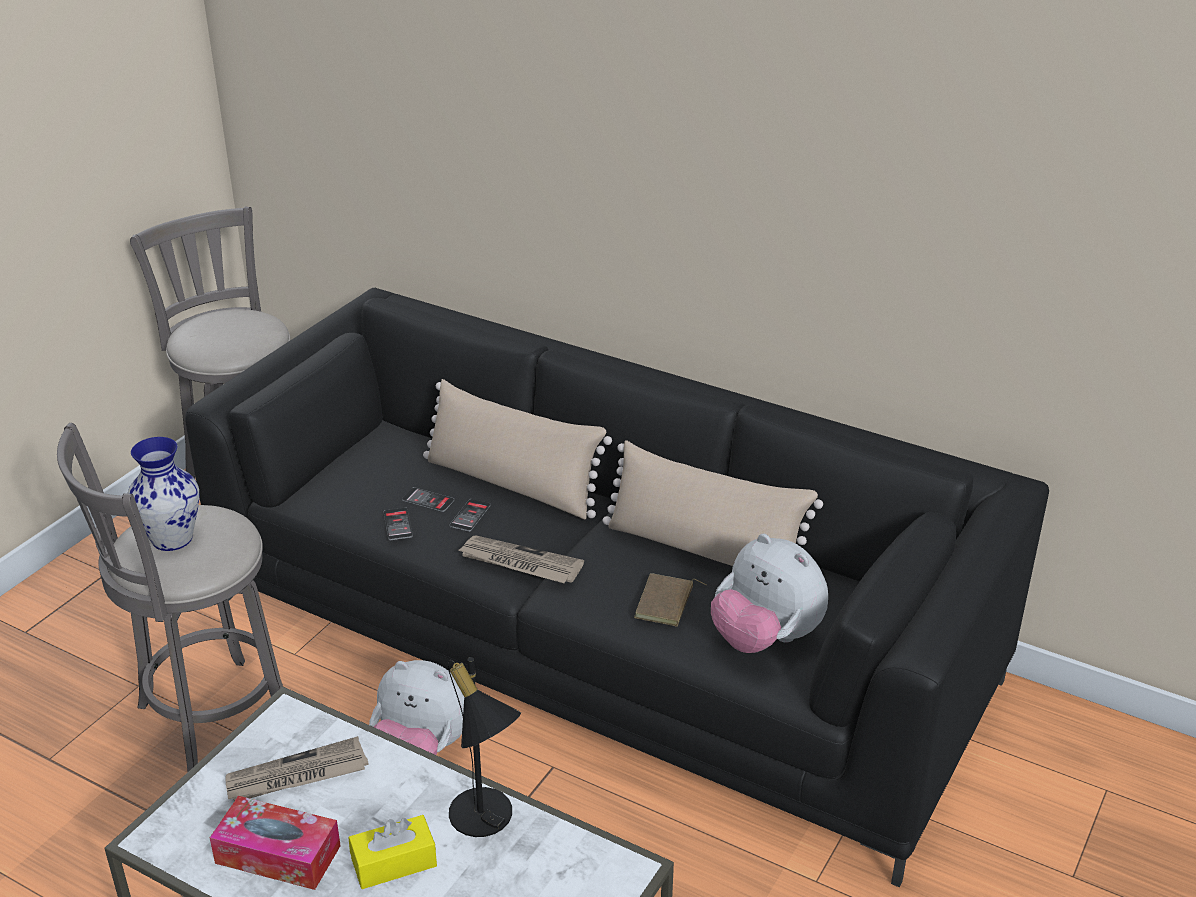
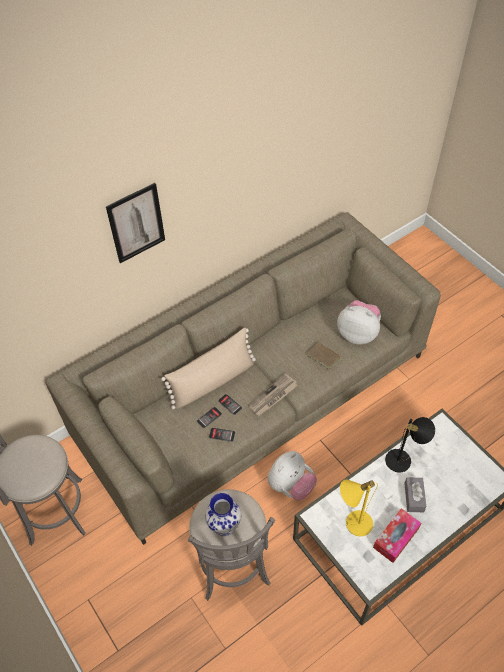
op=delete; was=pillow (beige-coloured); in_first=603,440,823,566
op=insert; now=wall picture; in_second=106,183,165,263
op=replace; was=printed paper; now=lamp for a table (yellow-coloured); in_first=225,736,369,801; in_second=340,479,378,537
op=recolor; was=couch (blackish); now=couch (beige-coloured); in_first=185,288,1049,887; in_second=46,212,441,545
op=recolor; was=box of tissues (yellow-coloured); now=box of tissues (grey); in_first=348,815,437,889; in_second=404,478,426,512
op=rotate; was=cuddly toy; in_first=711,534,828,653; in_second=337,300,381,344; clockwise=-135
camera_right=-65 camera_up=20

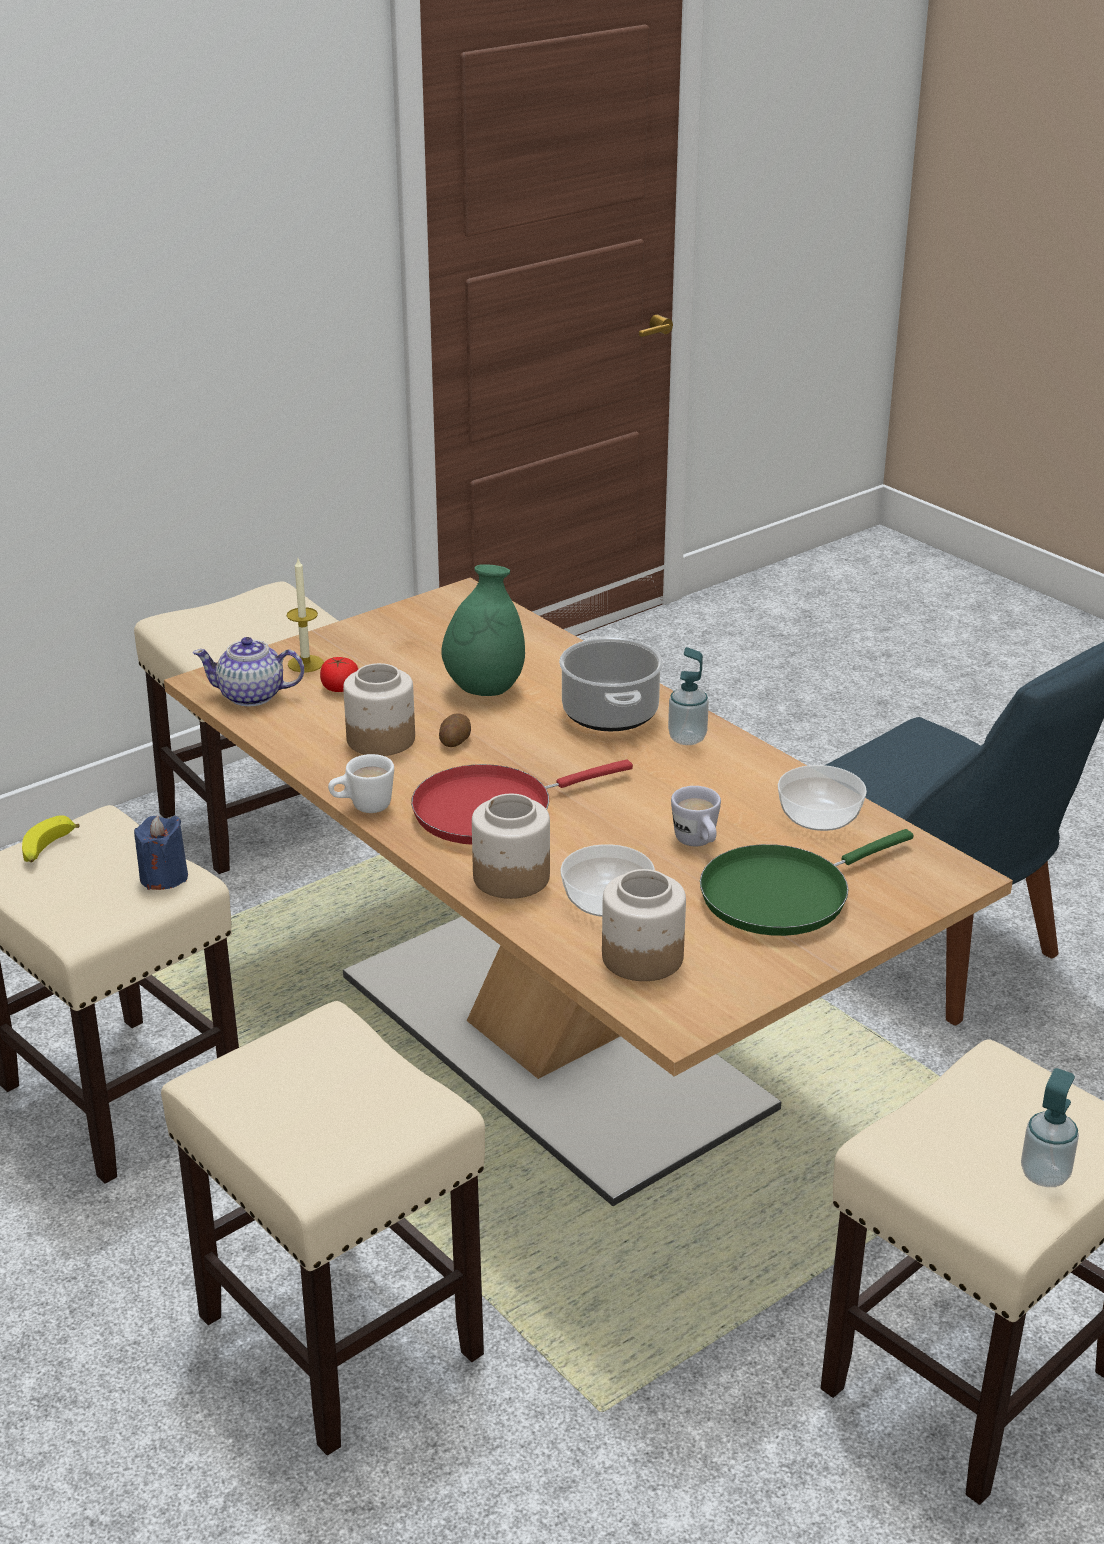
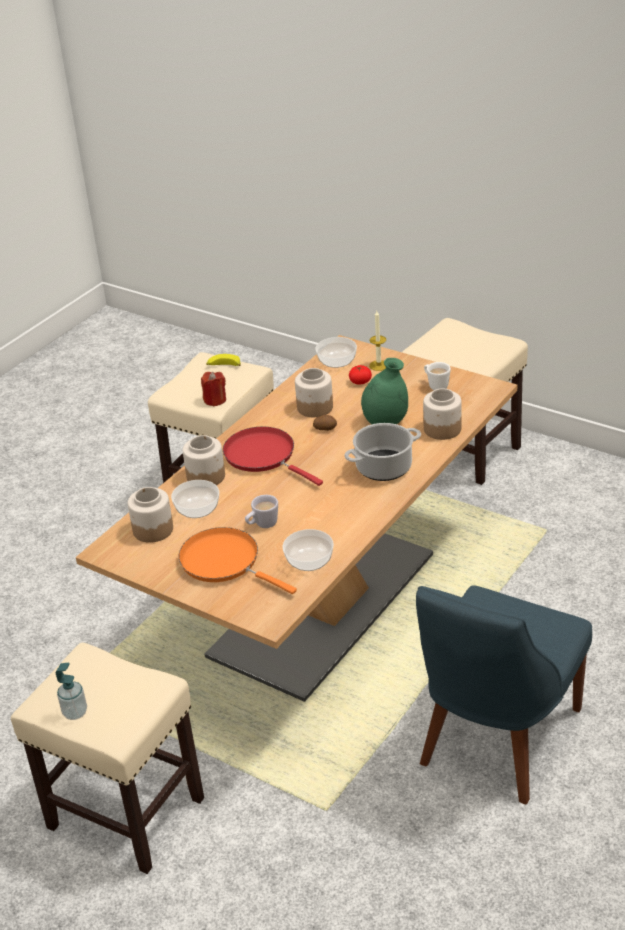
op=delete; was=stool (beige-coloured); in_first=161,1001,485,1456
op=delete; was=liquid soap bottle; in_first=668,647,709,745
op=insert; now=jar; in_second=423,388,462,440
op=move; was=tea mug (whitish); in_first=328,754,394,813; in_second=424,362,451,390
op=replace; was=pot for tea; now=bowl; in_first=193,637,304,707; in_second=315,337,357,368
op=recolor; was=candle (bluish); now=candle (red-coloured); in_first=134,816,188,890; in_second=201,372,226,406
op=recolor; was=frying pan (green-coloured); now=frying pan (orange); in_first=700,829,913,936; in_second=179,527,297,594
camera_right=75 camera_up=5

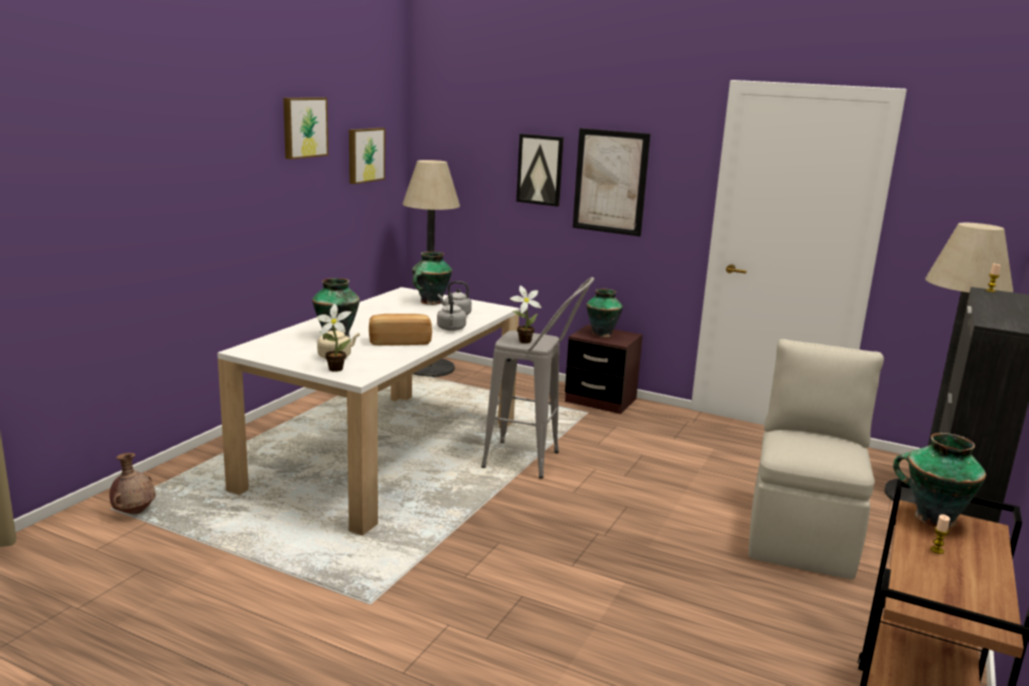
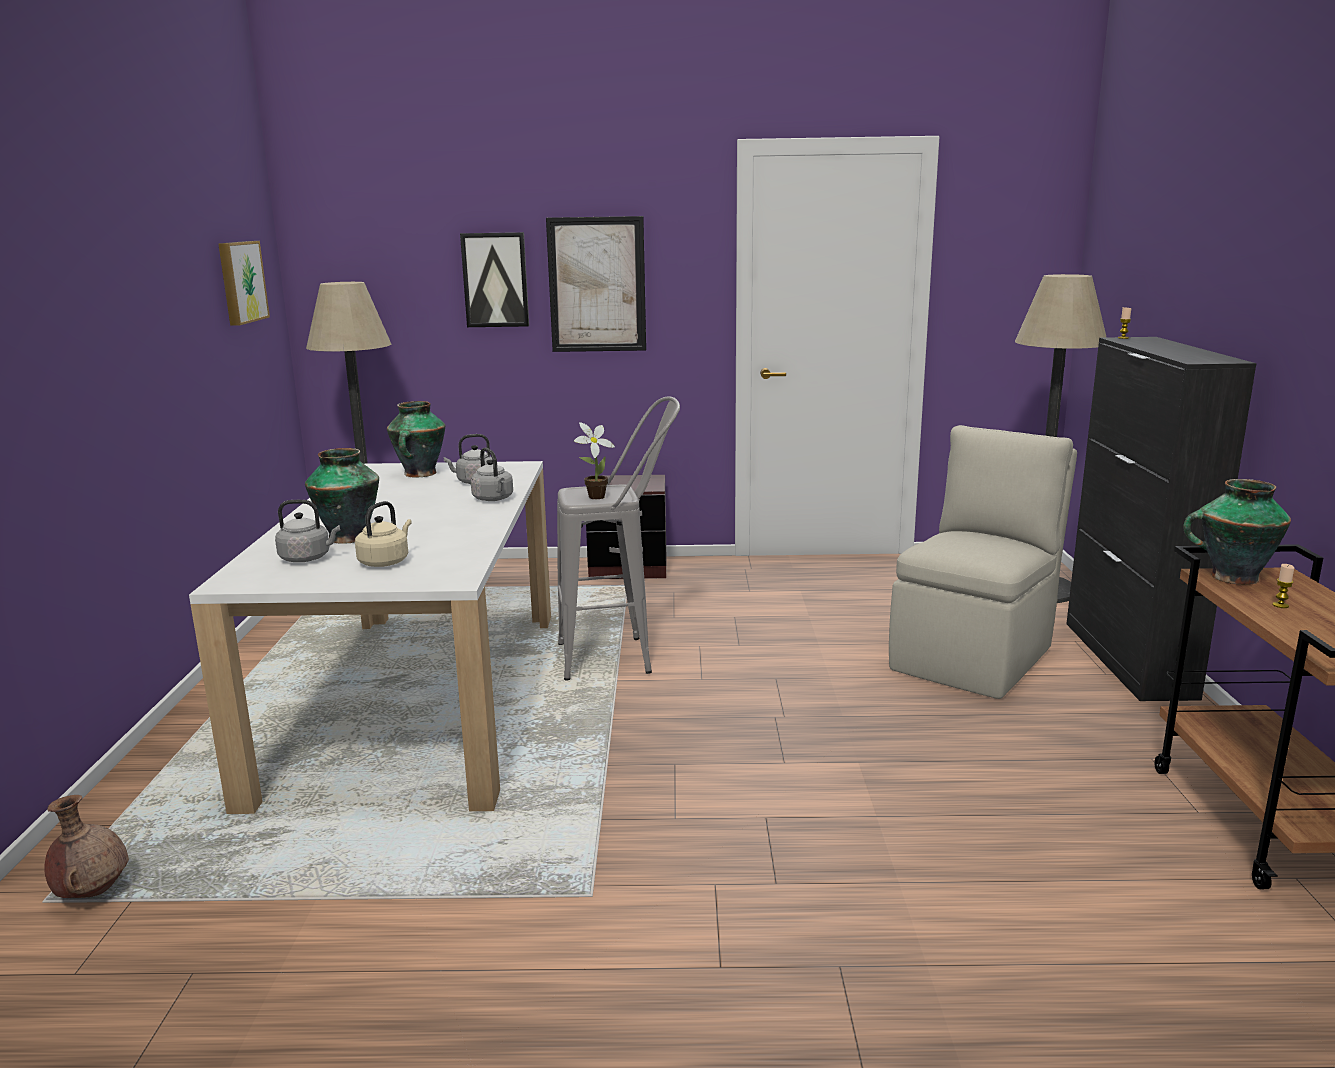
op=delete; was=wall picture; in_first=283,97,328,159
op=delete; was=houseplant; in_first=317,304,351,372
op=delete; was=bread; in_first=369,314,432,346
op=delete; was=flower vase; in_first=586,289,623,338
op=insert; now=kettle (grey); in_second=275,500,340,562
op=rotate; was=upright chair (beige-coloured); in_first=749,339,884,579; in_second=889,425,1077,699; clockwise=45
camera_right=-25 camera_up=0

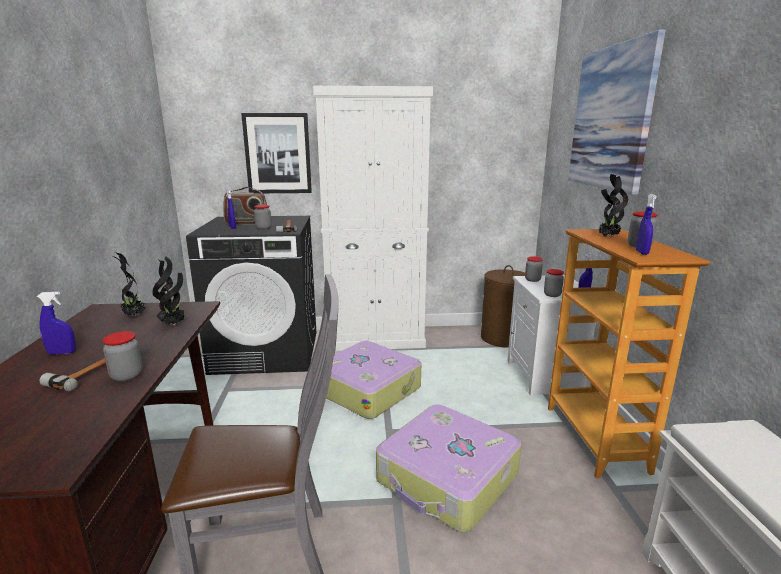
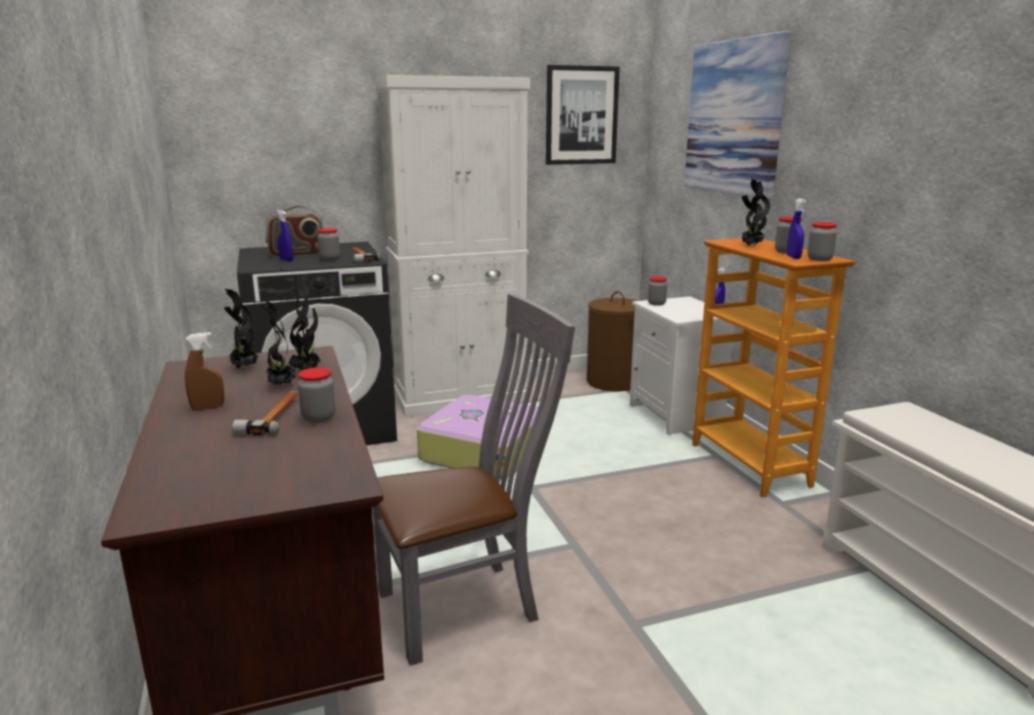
op=delete; was=piece of luggage; in_first=376,404,521,533
op=insert; now=houseplant; in_second=260,300,296,386
op=move; was=wall picture; in_first=241,113,312,193; in_second=546,65,620,165
op=move; was=jar; in_first=544,269,564,297; in_second=807,222,837,261
op=recolor; was=hand sprayer (bluish); now=hand sprayer (brown-coloured); in_first=37,291,76,355; in_second=185,332,224,410
camera_right=-15 camera_up=0

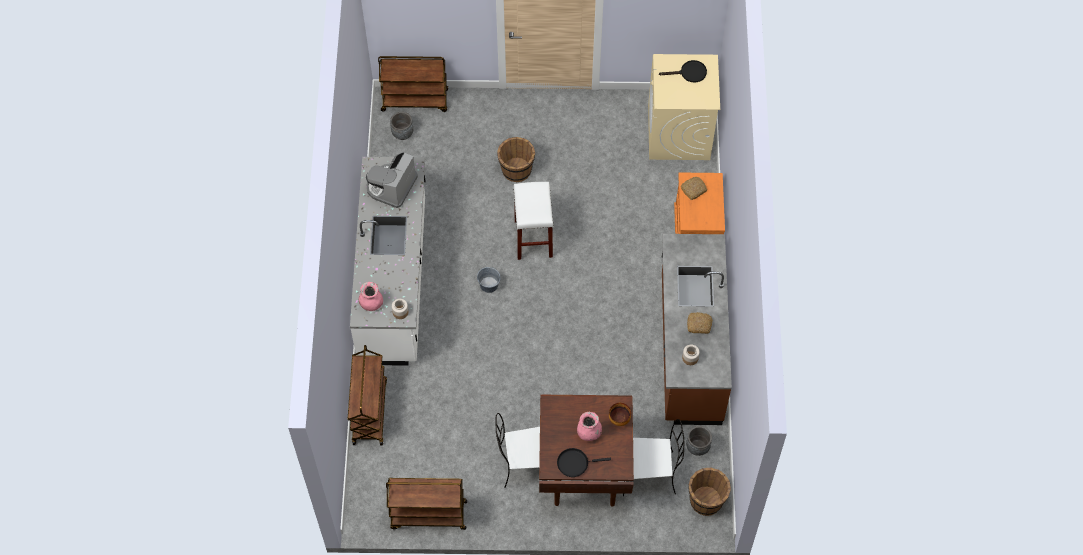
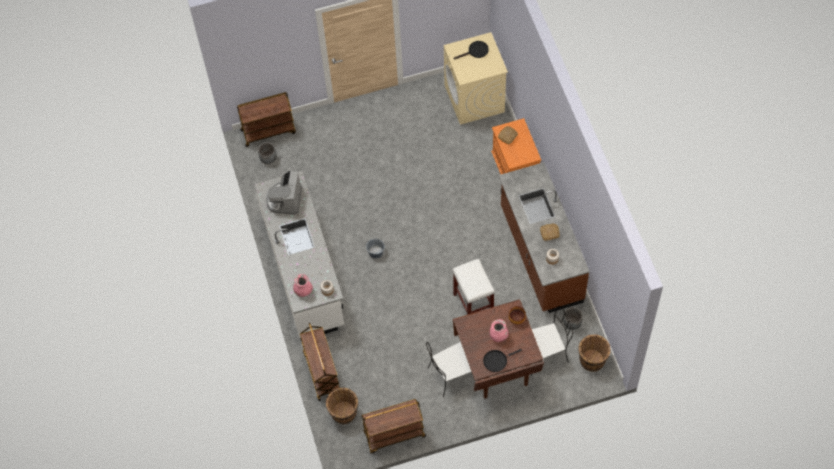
op=move; was=pail (brown-coloured); in_first=497,137,535,182; in_second=326,388,358,424
op=move; was=stool (whitish); in_first=513,182,553,260; in_second=453,259,495,315
camera_right=-15 camera_up=0

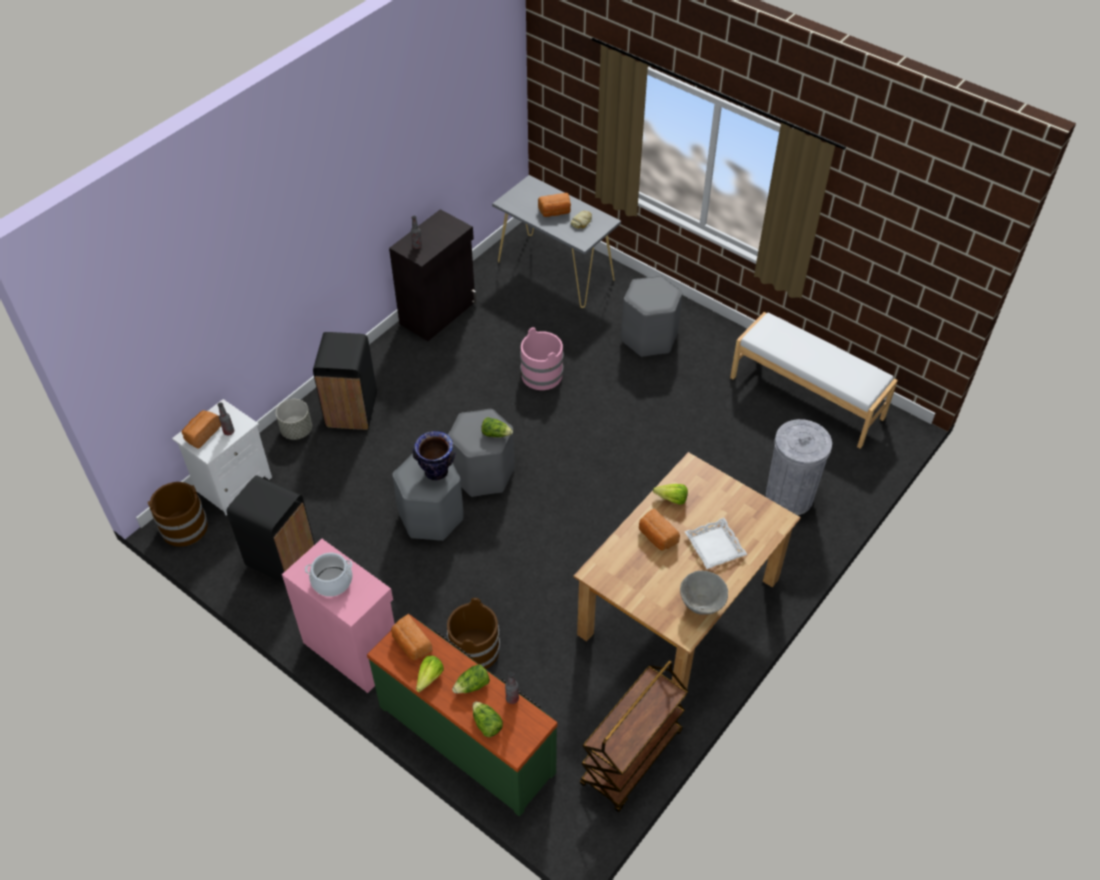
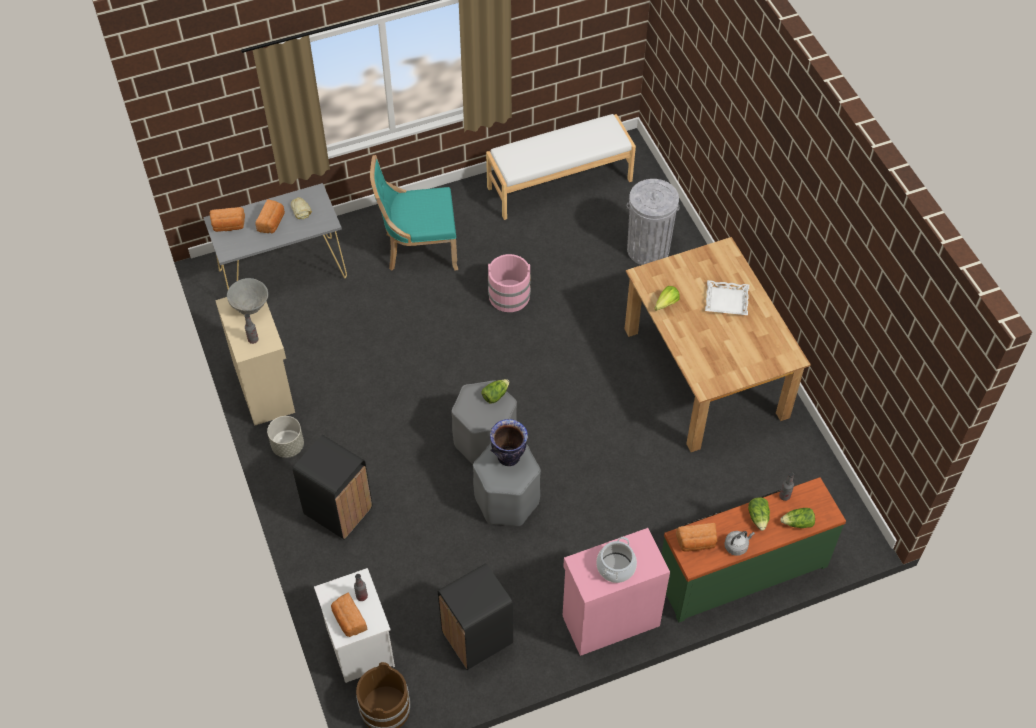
op=delete; was=pail (brown-coloured); in_first=447,598,500,669
op=delete; was=wheeled cart (brown-coloured); in_first=580,660,688,812
op=move; was=planter (grey); in_first=276,399,312,440; in_second=267,416,304,458
op=move; was=pail (pink-coloured); in_first=520,327,563,390; in_second=488,254,531,312
op=move; was=bread; in_first=639,508,680,551; in_second=209,207,245,232
op=move; was=bowl (grey); in_first=680,571,728,615; in_second=227,278,268,315
op=replace; was=head of lettuce; now=kettle (grey); in_first=416,656,444,692; in_second=724,531,755,556
op=replace; was=stool (grey); now=upright chair (turquoise); in_first=621,276,683,357; in_second=370,155,458,271
op=recolor; was=cabinet (blackish); now=cabinet (beige-coloured); in_first=389,209,477,341; in_second=215,297,295,426
camera_right=-60 camera_up=5

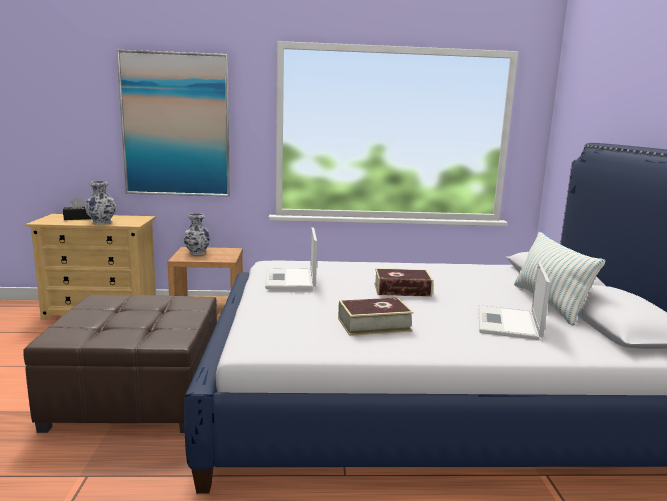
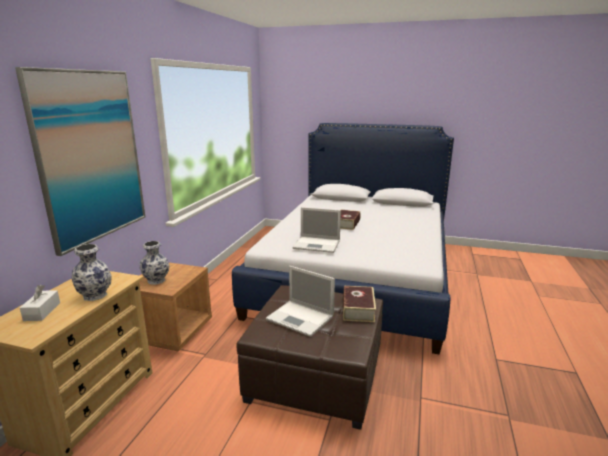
op=delete; was=pillow; in_first=514,232,605,325
op=move; was=book; in_first=338,298,413,336; in_second=343,286,376,322
op=move; was=portable computer; in_first=479,262,551,340; in_second=266,266,335,337
op=recolor; was=box of tissues (blackish); now=box of tissues (whitish); in_first=63,198,91,220; in_second=20,285,60,321
camera_right=-70 camera_up=5

